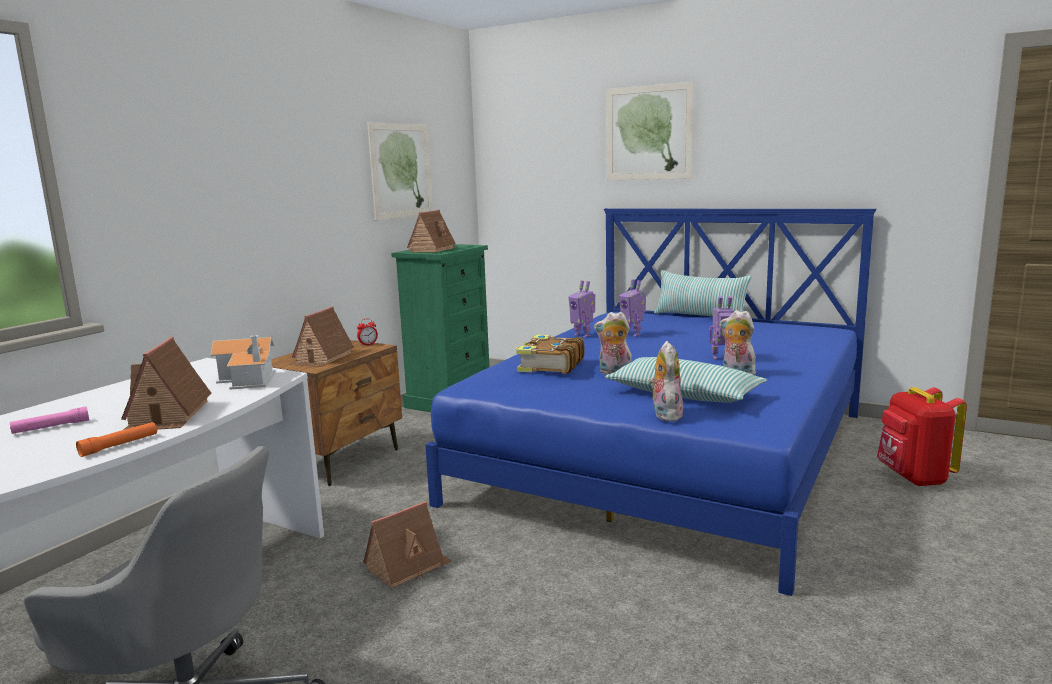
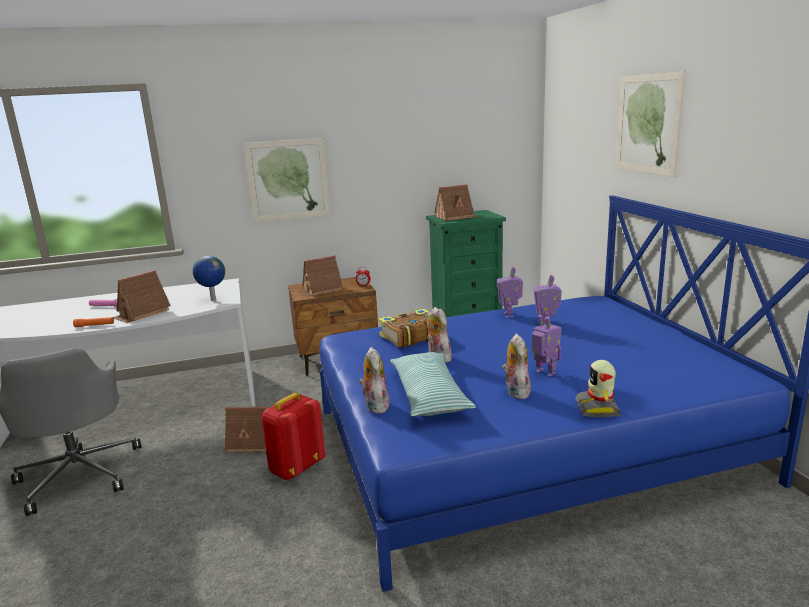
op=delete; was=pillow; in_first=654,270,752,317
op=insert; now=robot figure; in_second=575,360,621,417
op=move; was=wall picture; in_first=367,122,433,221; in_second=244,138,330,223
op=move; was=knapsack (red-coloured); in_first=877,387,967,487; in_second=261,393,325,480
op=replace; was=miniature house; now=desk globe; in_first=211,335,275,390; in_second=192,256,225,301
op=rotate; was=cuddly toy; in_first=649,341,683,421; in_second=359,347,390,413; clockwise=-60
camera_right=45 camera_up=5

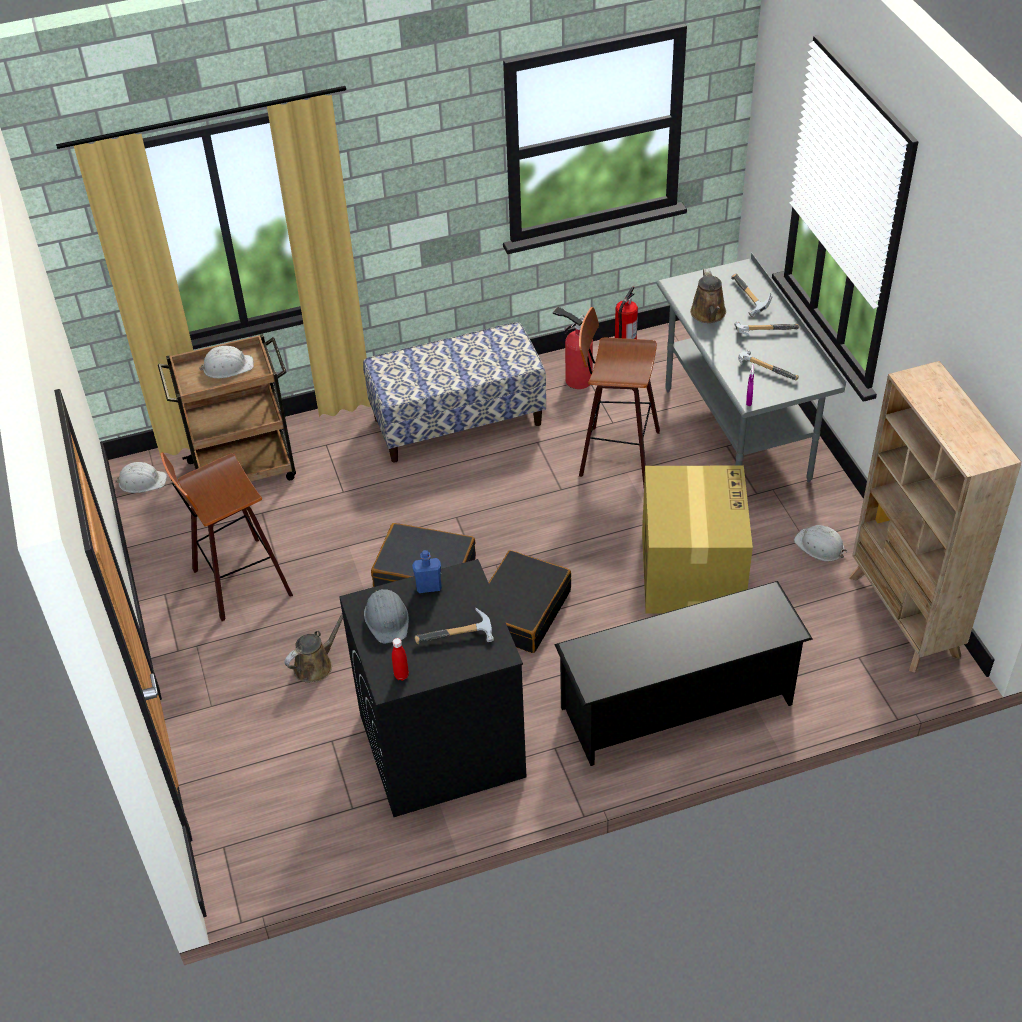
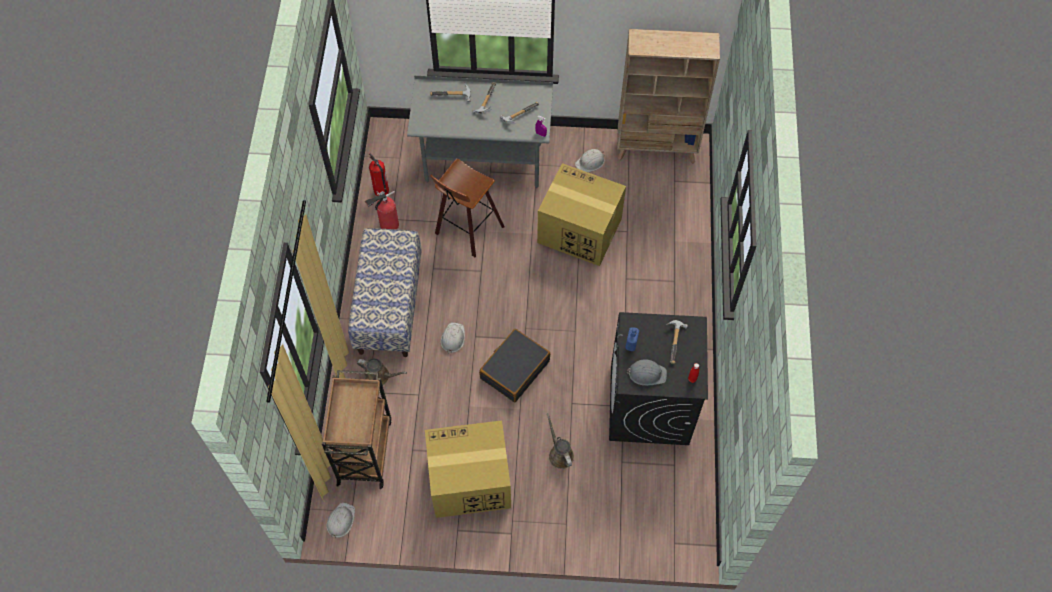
op=delete; was=piece of luggage (blackish); in_first=488,550,571,653
op=delete; was=shoe rack (blackish); in_first=554,581,813,766
op=move; was=hard hat (whitish); in_first=199,346,254,378; in_second=441,322,465,353
op=move; was=watering can (brown-coloured); in_first=690,268,726,323; in_second=357,358,407,385
op=replace; was=stool; now=carton; in_first=160,452,293,621; in_second=425,420,511,518
camera_right=-70 camera_up=15

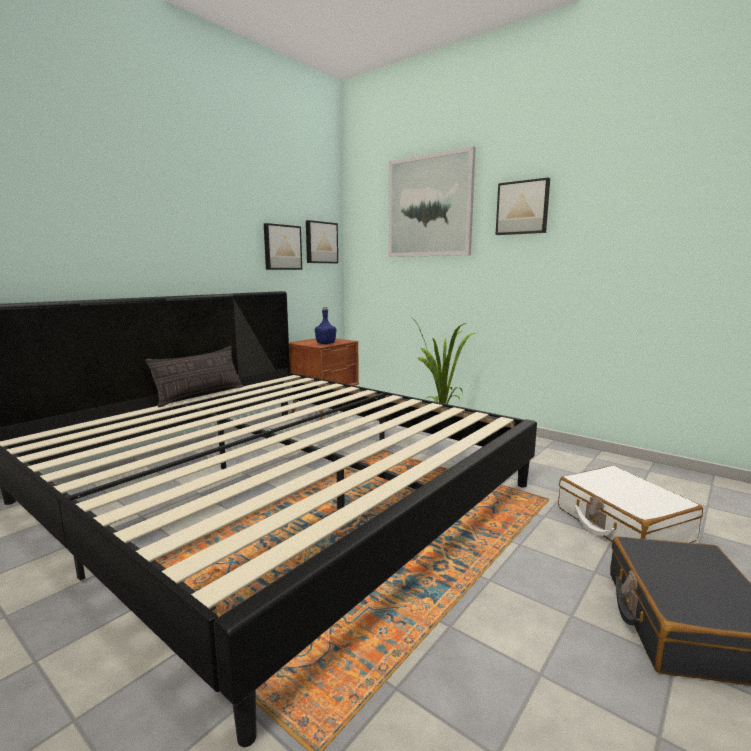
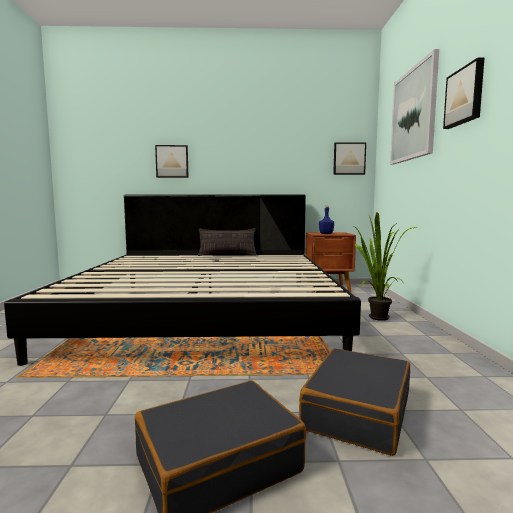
op=move; was=wall picture; in_first=264,223,302,270; in_second=155,145,189,178
op=recolor; was=piece of luggage (whitish); now=piece of luggage (blackish); in_first=558,465,703,543; in_second=299,348,410,456
camera_right=50 camera_up=-5

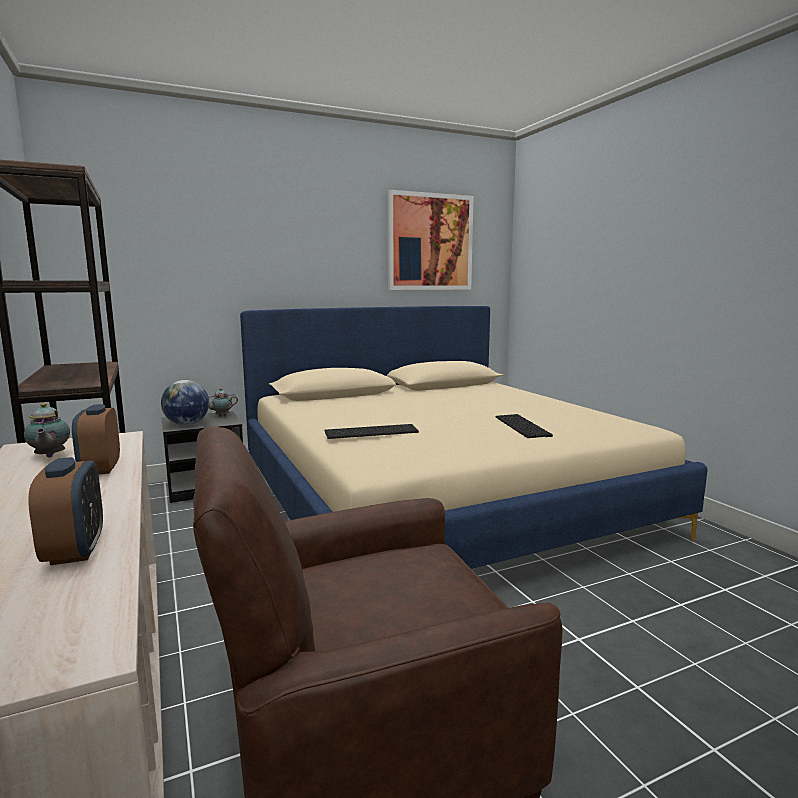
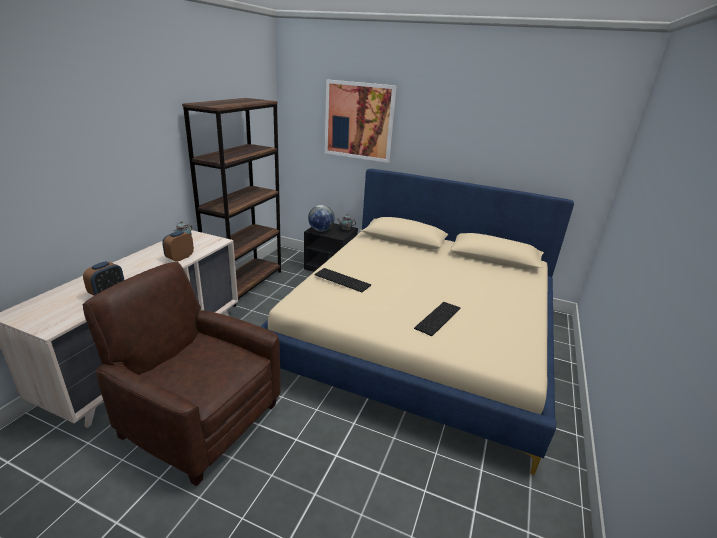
op=move; was=wall picture; in_first=388,190,474,290; in_second=325,79,396,163
camera_right=45 camera_up=15

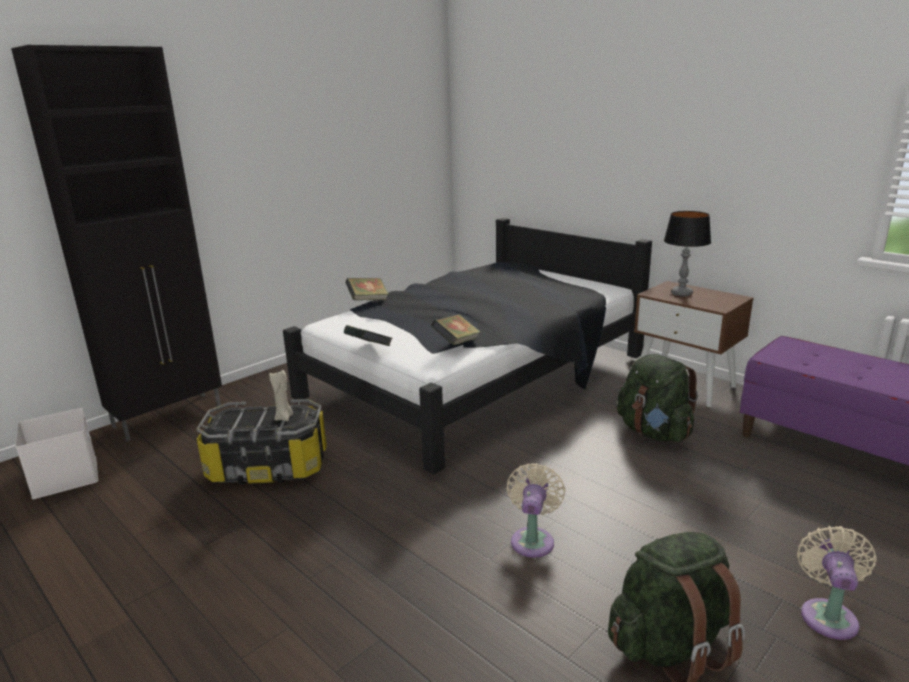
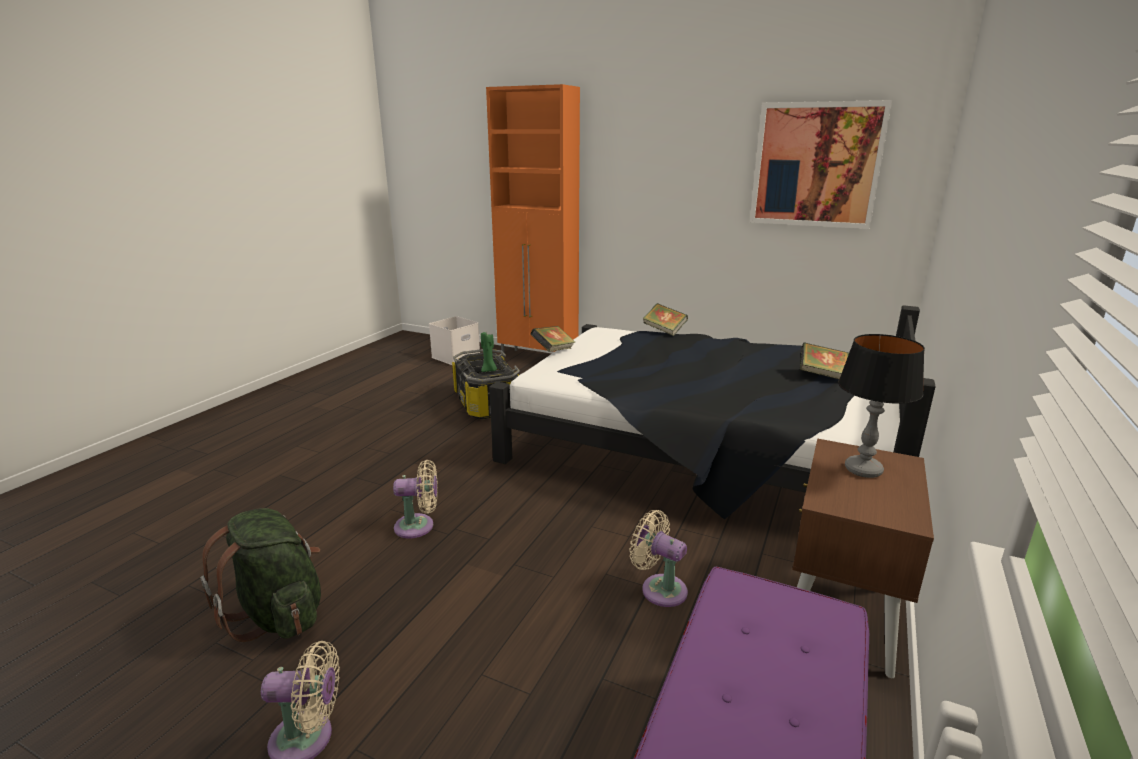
op=insert; now=wall picture; in_second=750,100,892,229
op=move; was=book; in_first=431,314,481,345; in_second=800,342,849,379
op=replace; was=knapsack (green-coloured); now=electric fan (beige-coloured); in_first=617,354,698,442; in_second=629,510,688,607
op=recolor; was=cabinet (blackish); now=cabinet (orange); in_first=11,45,222,441; in_second=486,84,580,358
op=recolor; was=candle (beige-coloured); now=candle (green-coloured); in_first=269,370,293,421; in_second=481,332,497,372
camera_right=70 camera_up=0

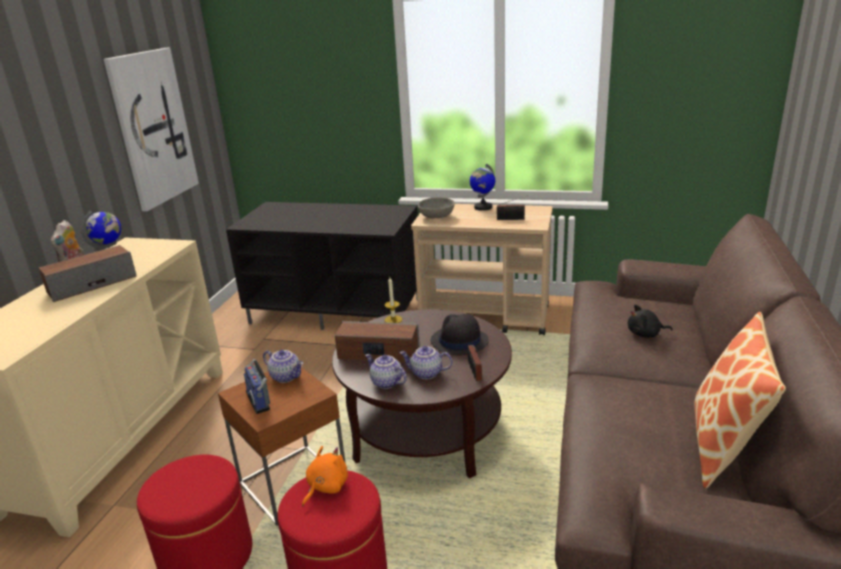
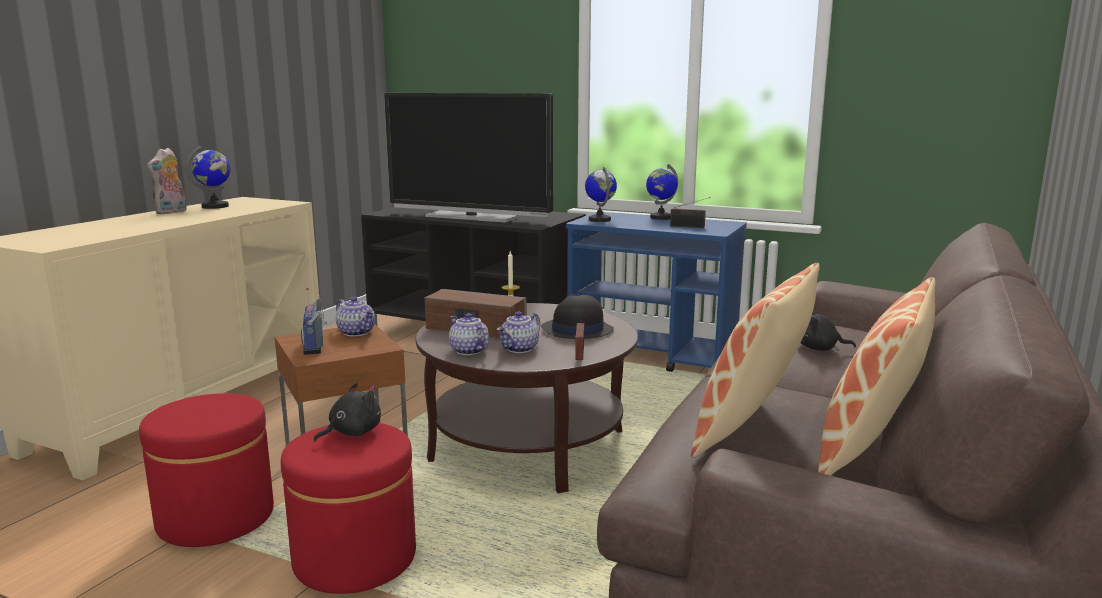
op=delete; was=audio speaker; in_first=38,245,137,302
op=delete; was=wall picture; in_first=103,48,199,211
op=insert; now=TV set; in_second=384,93,553,223
op=insert; now=pillow; in_second=691,263,819,458
op=replace; was=bowl (grey); now=desk globe; in_first=418,197,455,218; in_second=585,166,617,222
op=recolor; was=cuddly toy (orange); now=cuddly toy (blackish); in_first=302,446,348,506; in_second=313,382,381,442
op=recolor; was=wheeled cart (beige-coloured); now=wheeled cart (bluish); in_first=411,204,553,335; in_second=566,212,747,372
op=rotate; was=pot for tea; in_first=399,346,452,379; in_second=497,312,541,353; clockwise=-75
camera_right=10 camera_up=-10

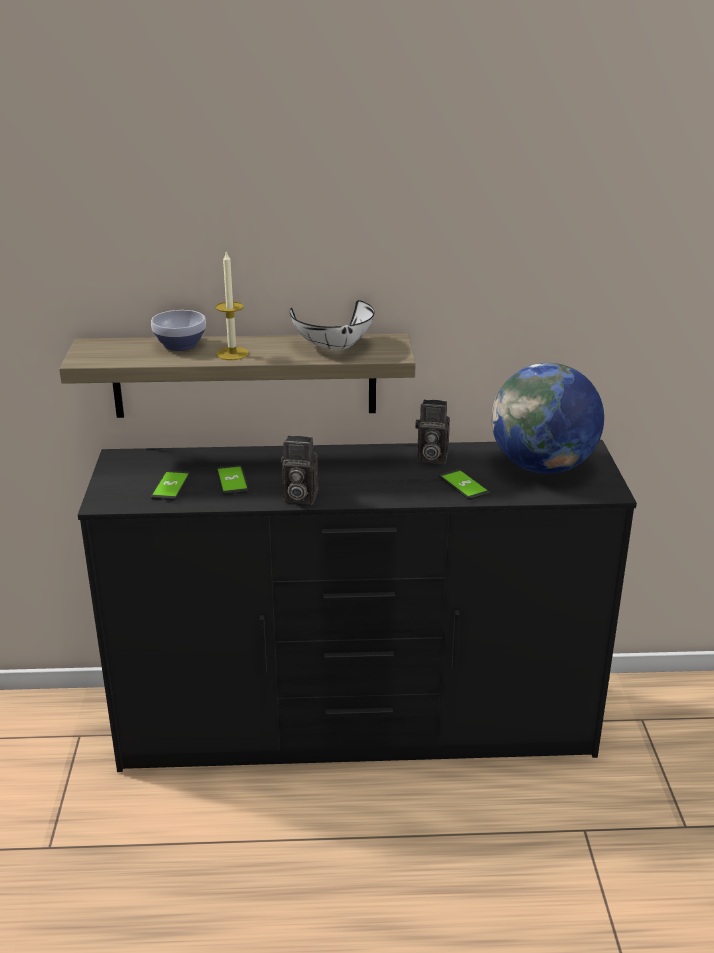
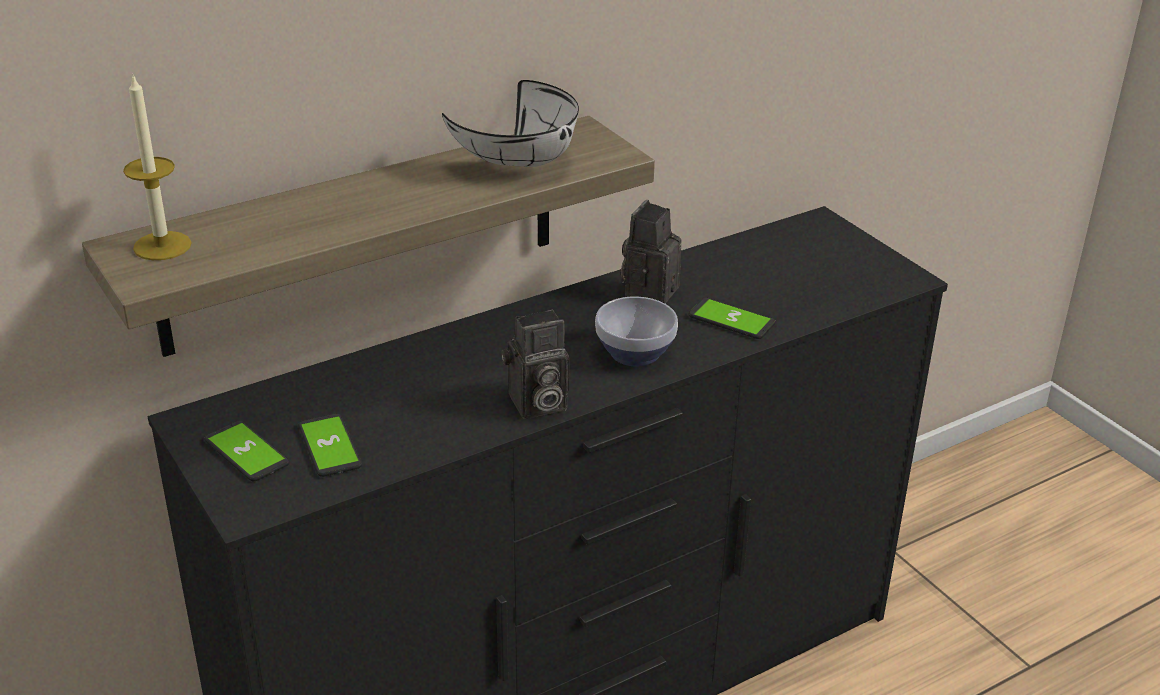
op=delete; was=desk globe; in_first=491,363,604,474
op=move; was=bowl; in_first=151,310,206,351; in_second=595,297,678,366
op=move; was=candle; in_first=215,251,249,360; in_second=123,75,192,260
op=move; was=phone; in_first=216,465,249,495; in_second=204,421,290,481
op=rotate; was=still camera; in_first=415,400,450,465; in_second=621,200,681,304; clockwise=135
camera_right=-30 camera_up=5

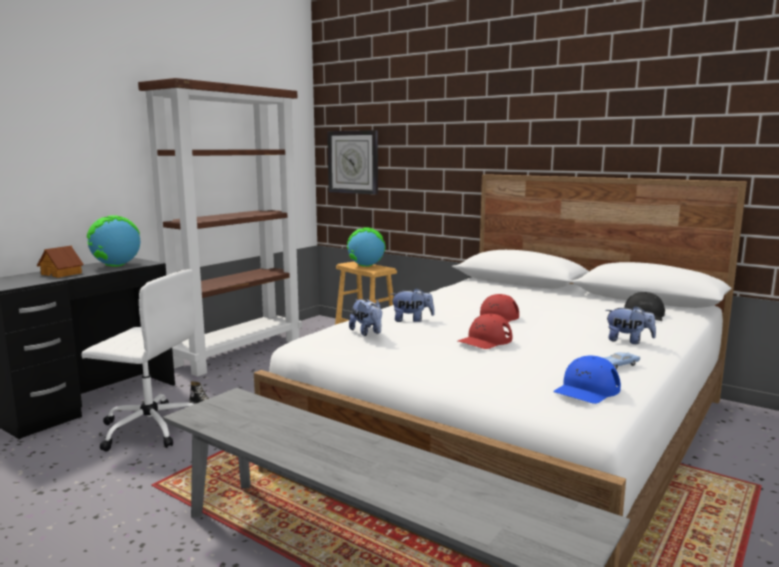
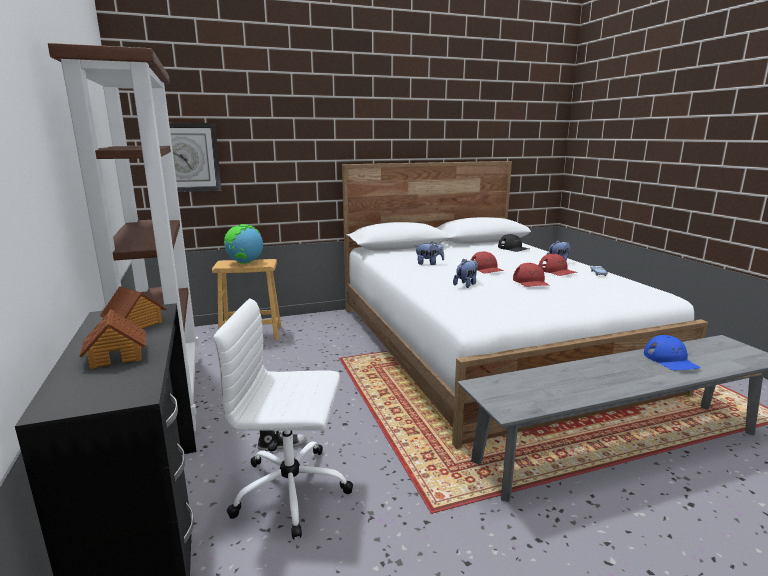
op=insert; now=peaked cap (red-coloured); in_second=539,254,577,276
op=move; was=cuddly toy; in_first=349,299,382,336; in_second=416,242,444,265
op=move; was=peaked cap (bluish); in_first=553,356,621,404; in_second=644,335,701,370
op=replace; was=desk globe; now=miniature house; in_first=87,215,140,266; in_second=100,286,166,328
op=rotate; was=office chair (whitish); in_first=81,269,195,451; in_second=213,298,353,540; clockwise=-135
camera_right=-55 camera_up=5

